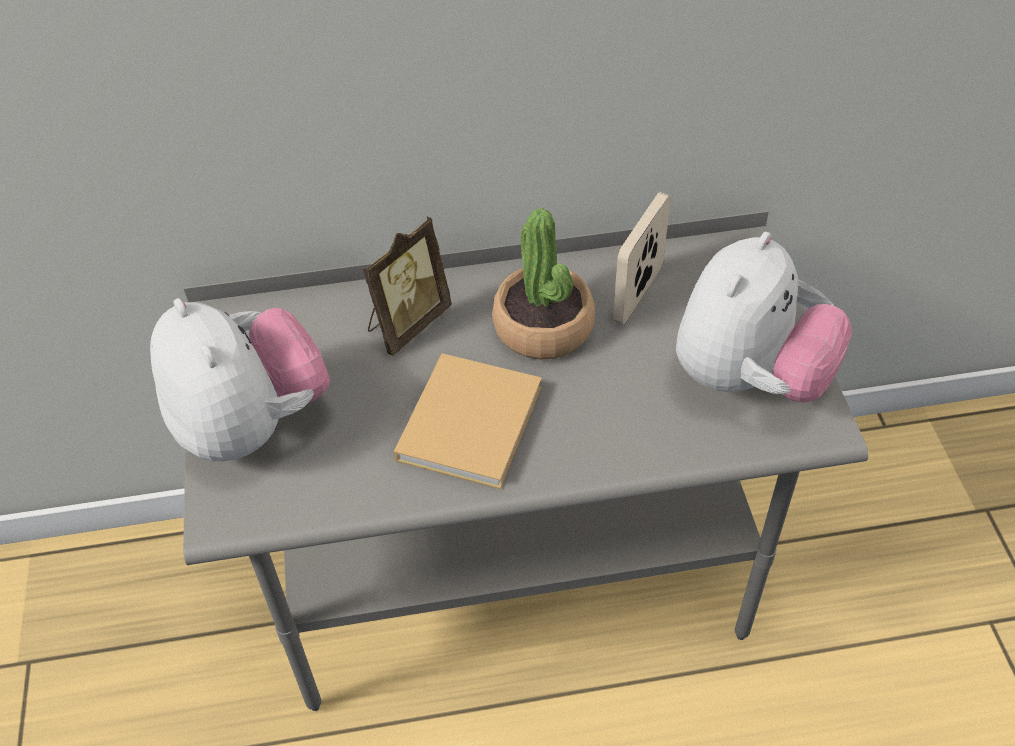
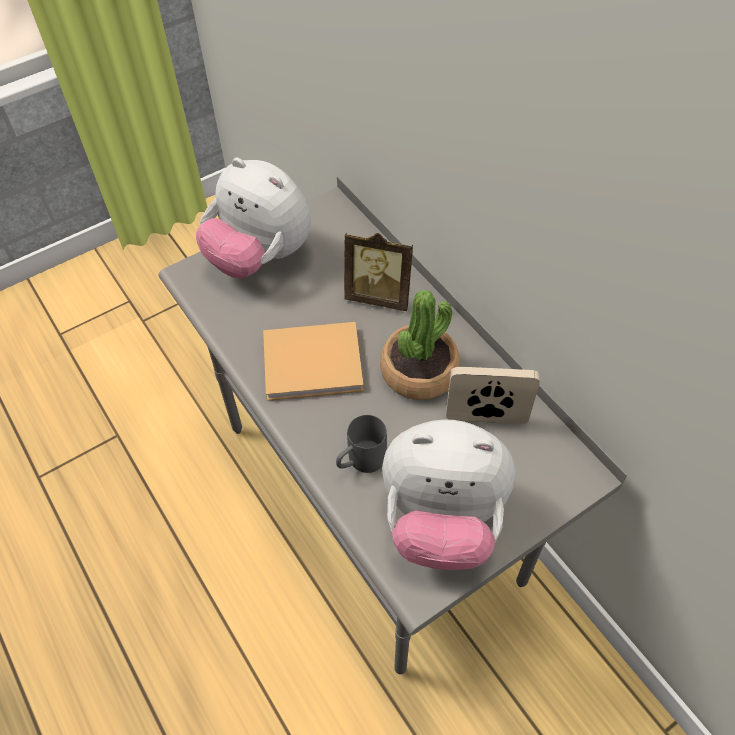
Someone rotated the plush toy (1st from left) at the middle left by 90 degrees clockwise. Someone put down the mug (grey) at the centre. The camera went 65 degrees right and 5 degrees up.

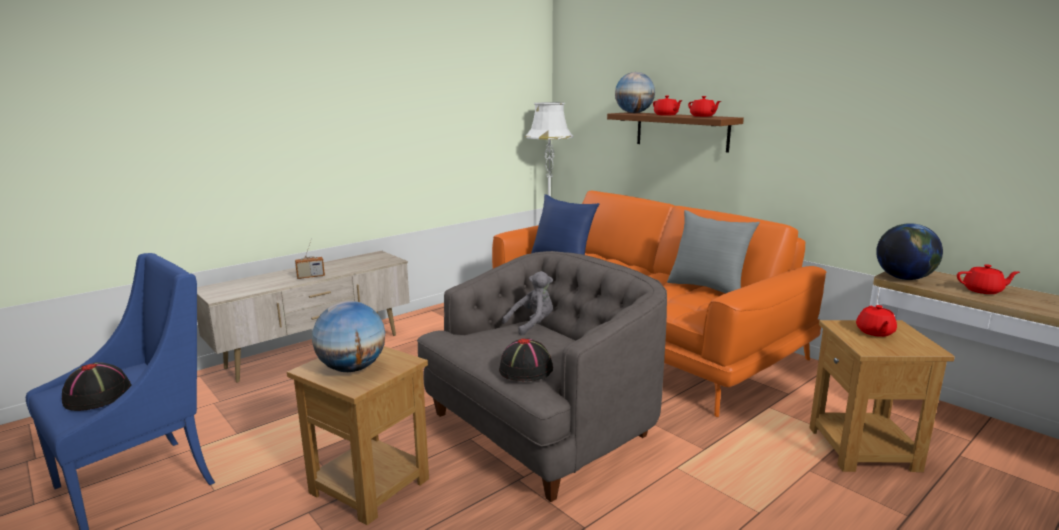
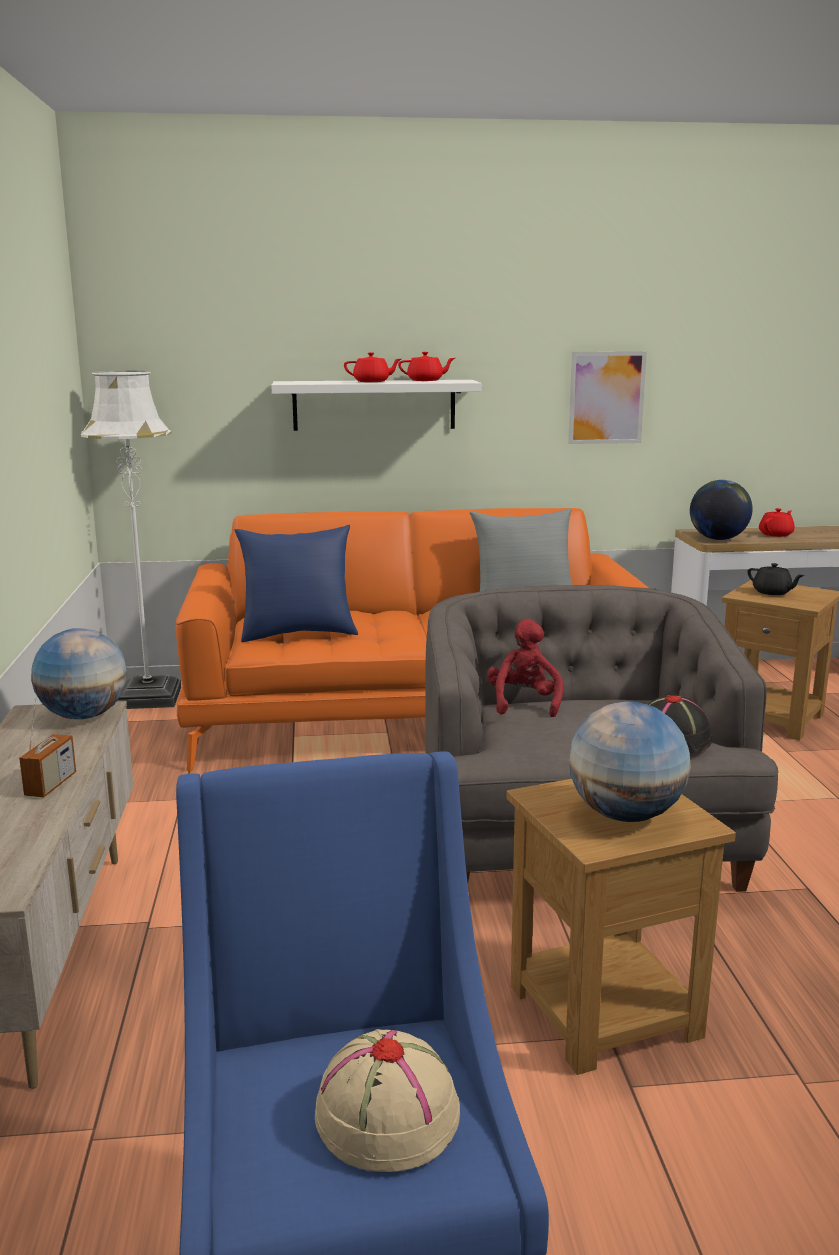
Someone carried the globe (2nd from left in the first image) from the top centre to the middle left. Someone repainted the shelf (brown) at the top centre, which became the shelf (white) at the top centre. Someone repainted the hat (black) (1st from left) at the bottom left, which became the hat (beige) at the bottom centre. Someone repainted the plush toy (grey) at the centre, which became the plush toy (red) at the centre. Someone put up the picture at the top right. Someone repainted the teapot (red) (3rd from left) at the middle right, which became the teapot (black) at the middle right. The camera went 55 degrees left and 0 degrees up.

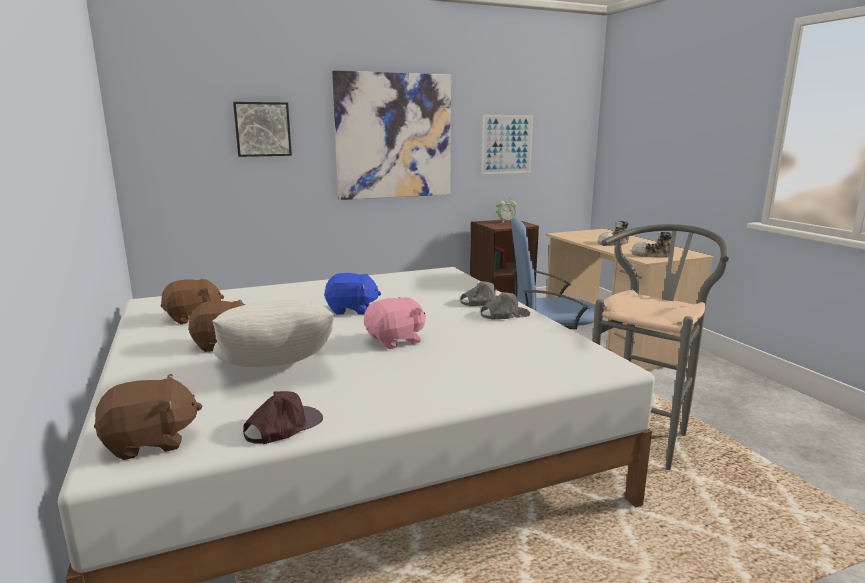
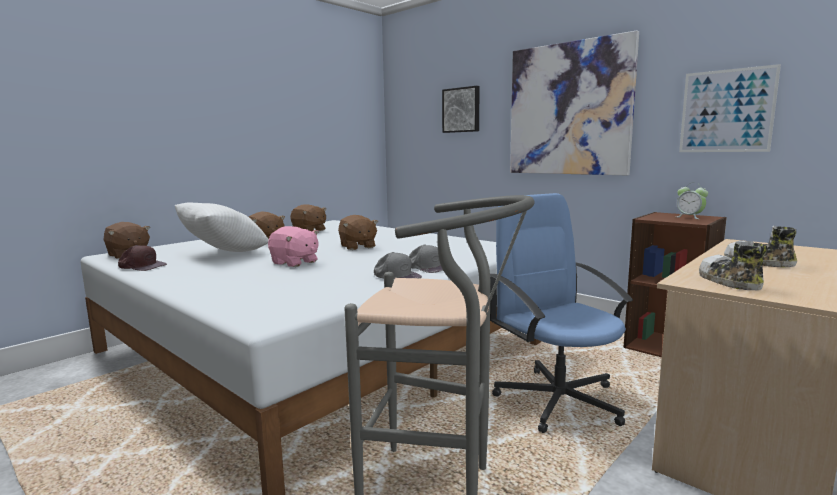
Someone repainted the plush toy (blue) at the centre, which became the plush toy (brown) (4th from left) at the centre. The camera went 65 degrees right and 5 degrees down.

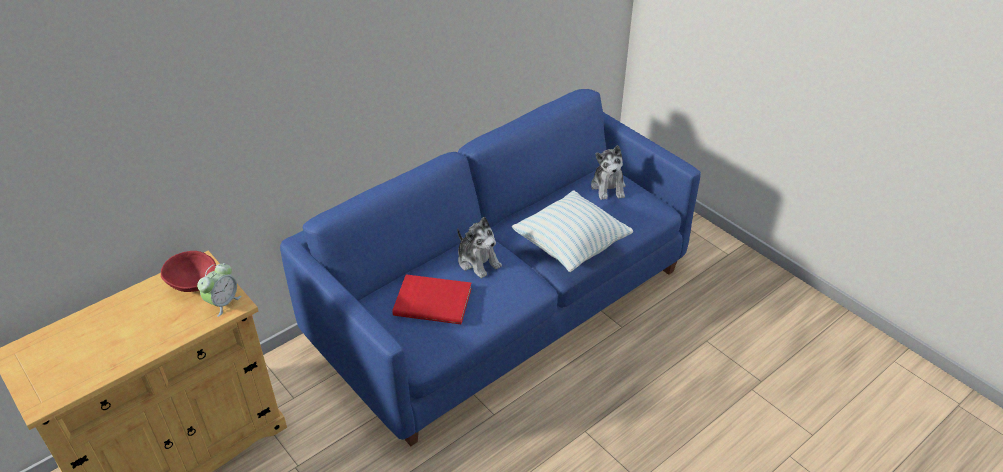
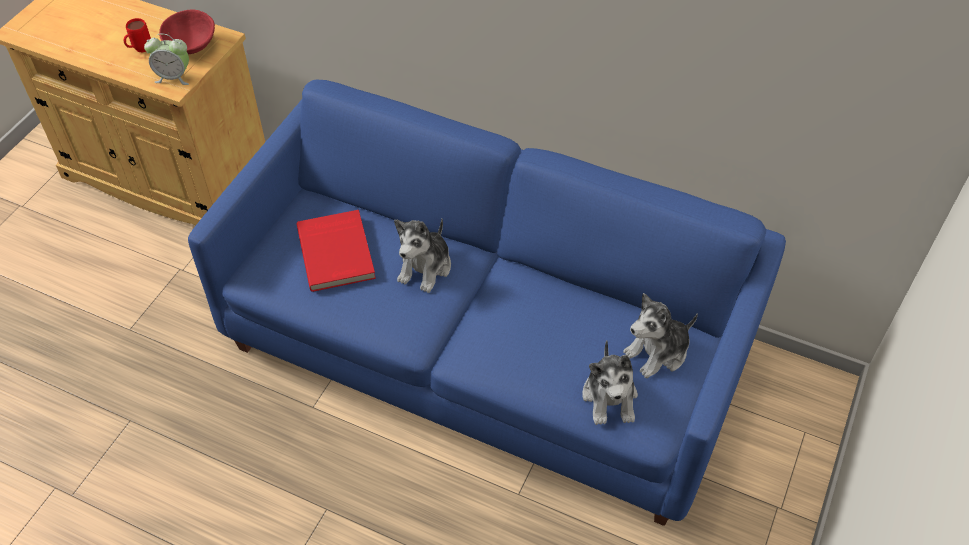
Someone put down the mug (red) at the top left. Someone put down the plush toy (2nd from left) at the bottom centre. Someone took away the pillow at the centre. The camera went 65 degrees right and 10 degrees up.

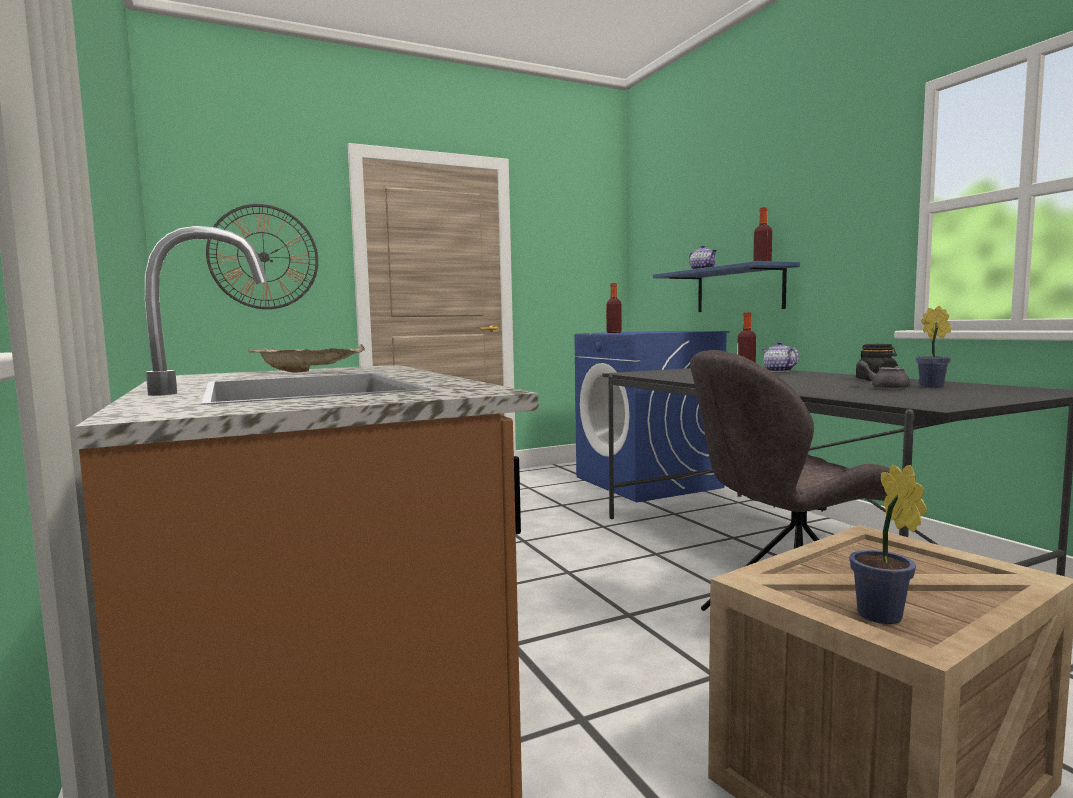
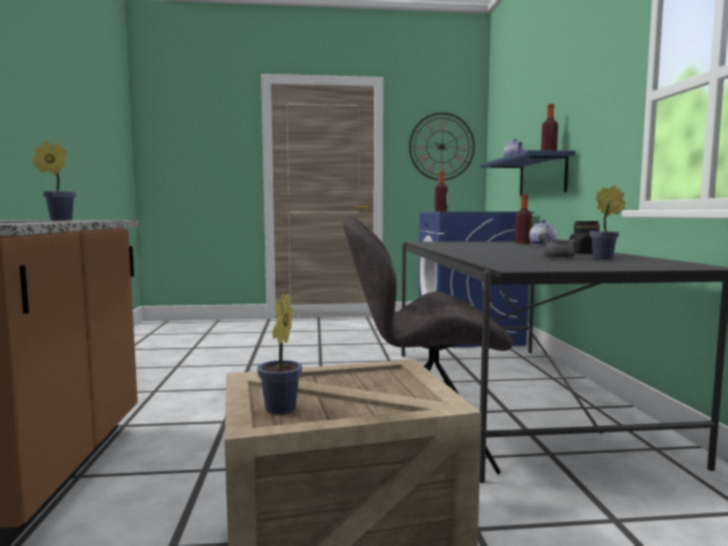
Someone swapped the tray (beige) at the middle left for the potted plant (1st from left) at the top left. Someone carried the wall clock from the top left to the top centre. The camera went 20 degrees right and 0 degrees up.

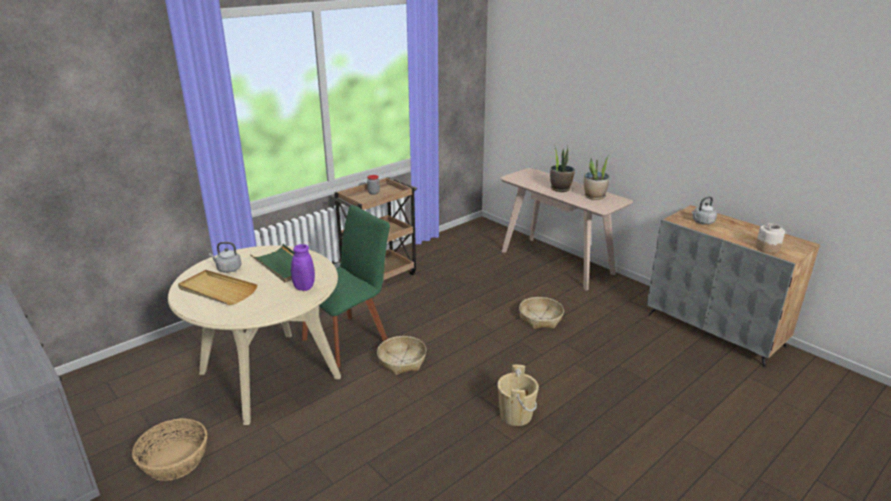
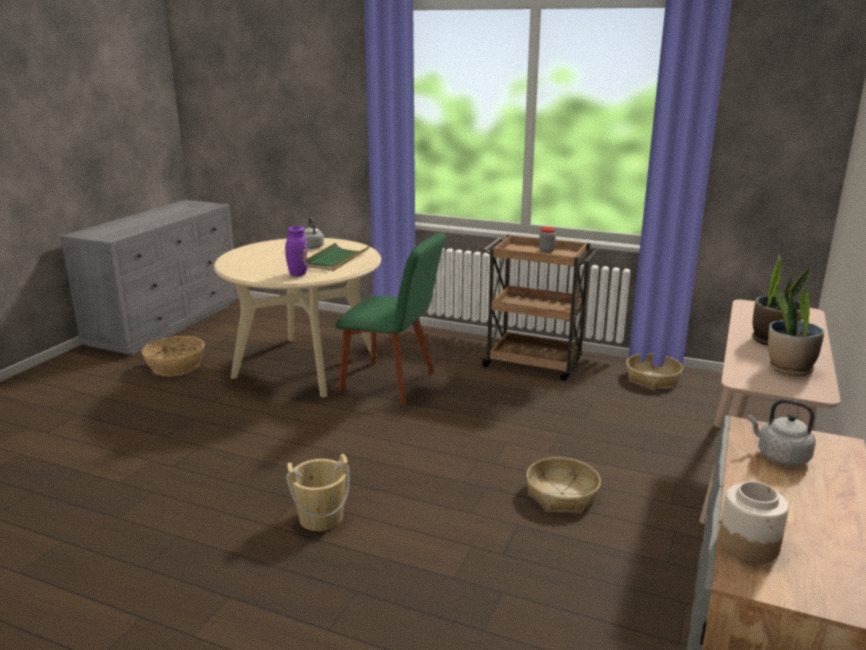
Someone carried the basket (2nd from left in the first image) from the bottom centre to the middle right. Someone took away the tray (beige) at the middle left. The camera went 65 degrees right and 5 degrees down.

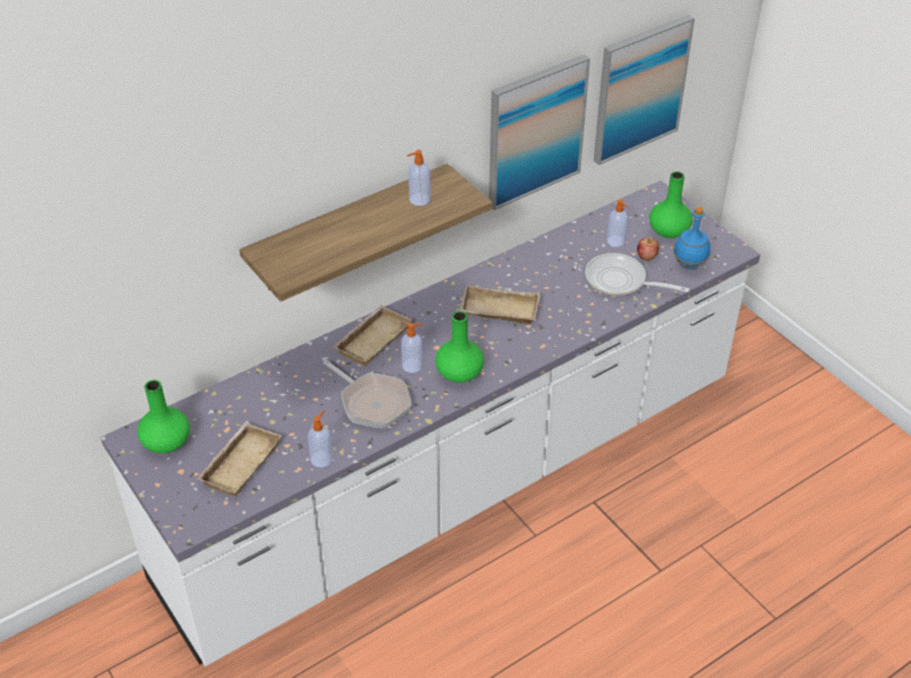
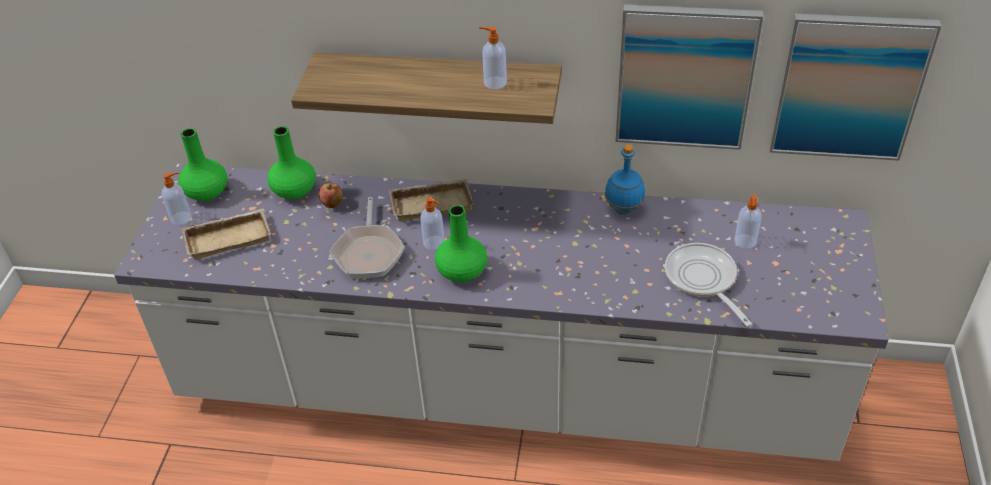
Someone carried the soap dispenser (1st from left) from the centre to the middle left. Someone carried the vase (green) (3rd from left in the first image) from the top right to the middle left. Someone carried the apple from the middle right to the centre. Someone carried the bottle (blue) from the middle right to the centre. Someone took away the tray (beige) (3rd from left) at the centre. The camera went 45 degrees right and 0 degrees up.

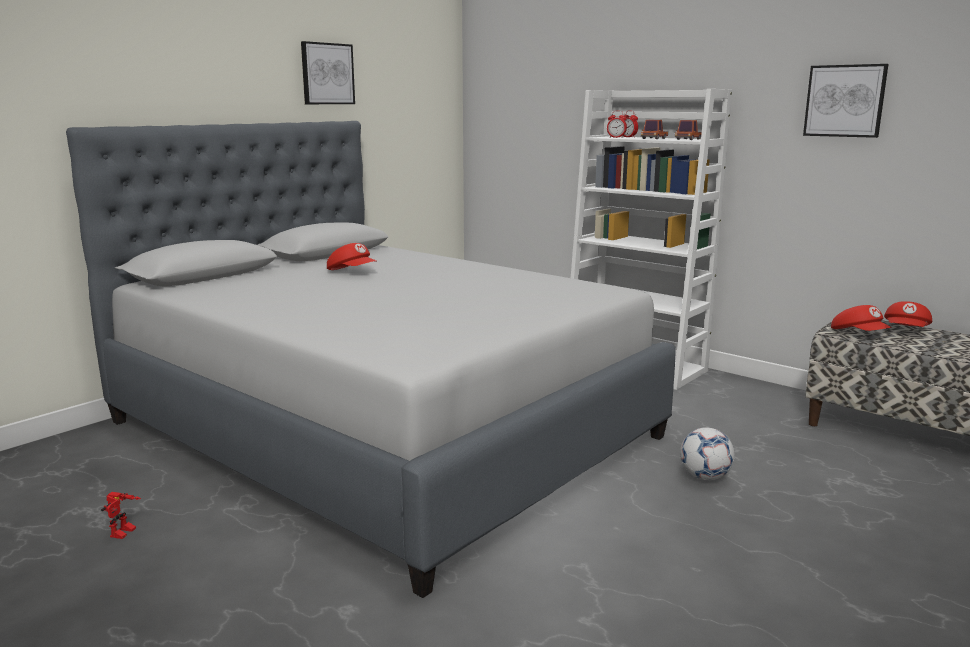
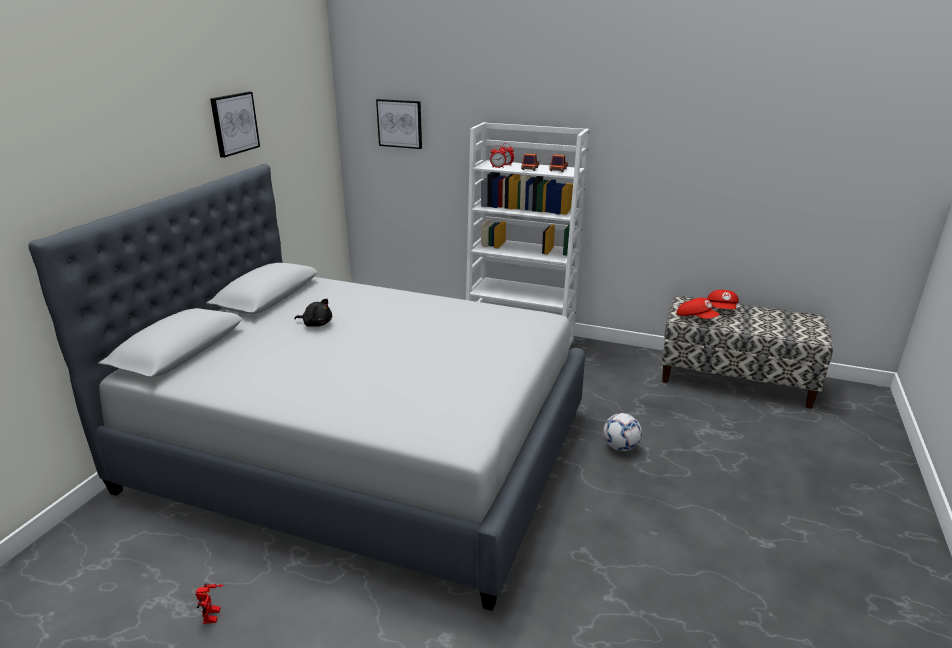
Someone swapped the cap (red) (1st from left) at the centre for the plush toy (black) at the middle left. Someone carried the picture (2nd from left) from the top right to the top centre. The camera went 20 degrees left and 10 degrees up.

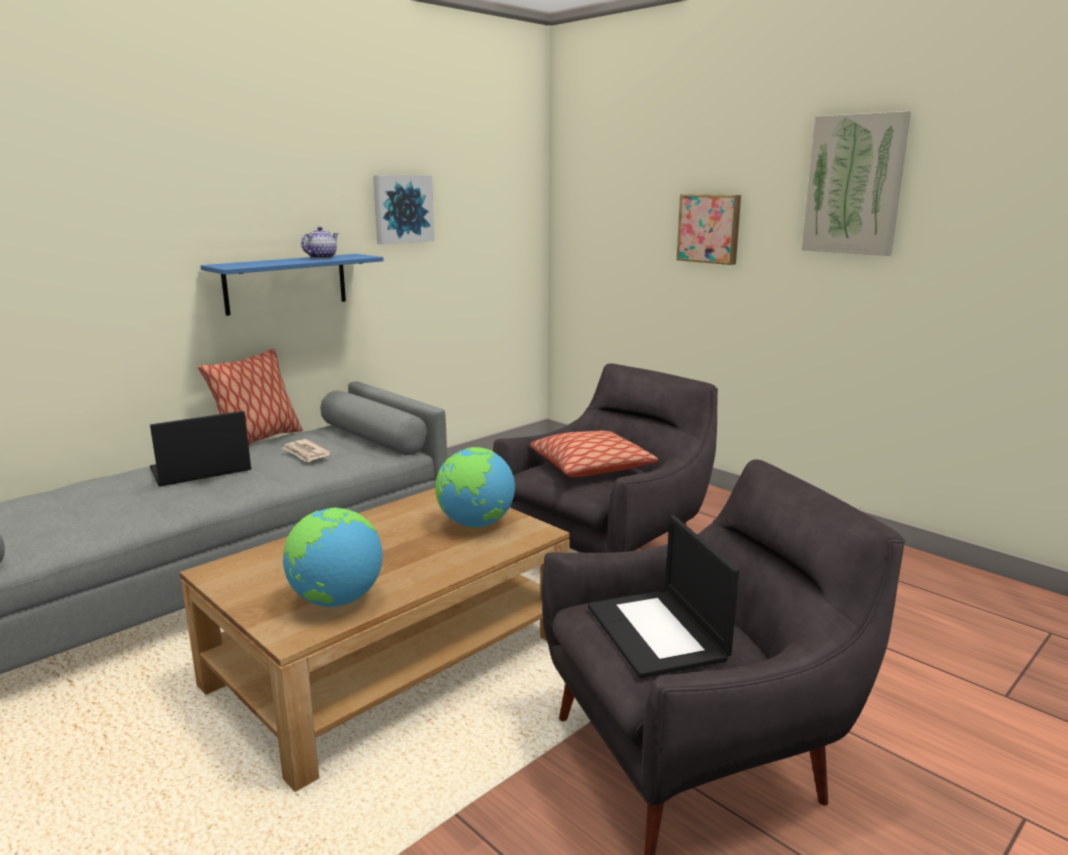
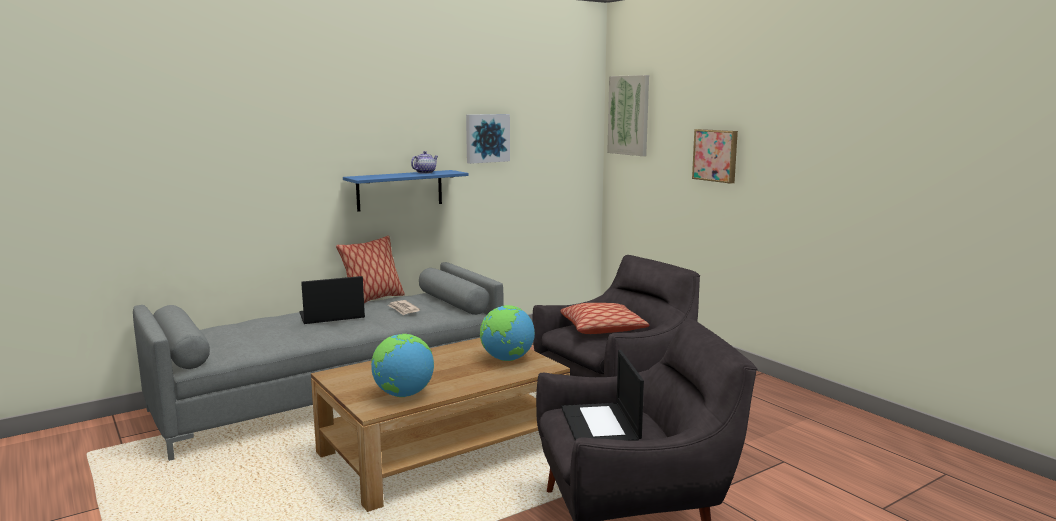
Someone carried the picture (3rd from left in the first image) from the top right to the top centre. The camera went 10 degrees right and 5 degrees down.

